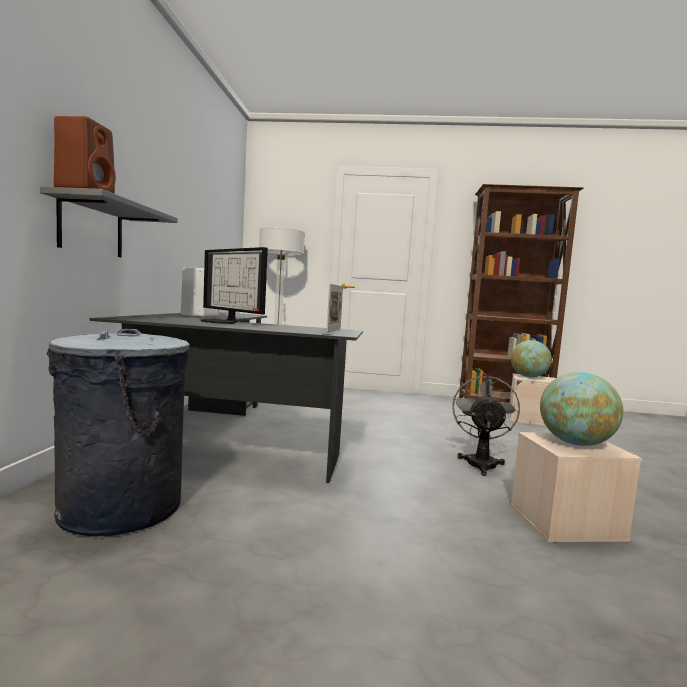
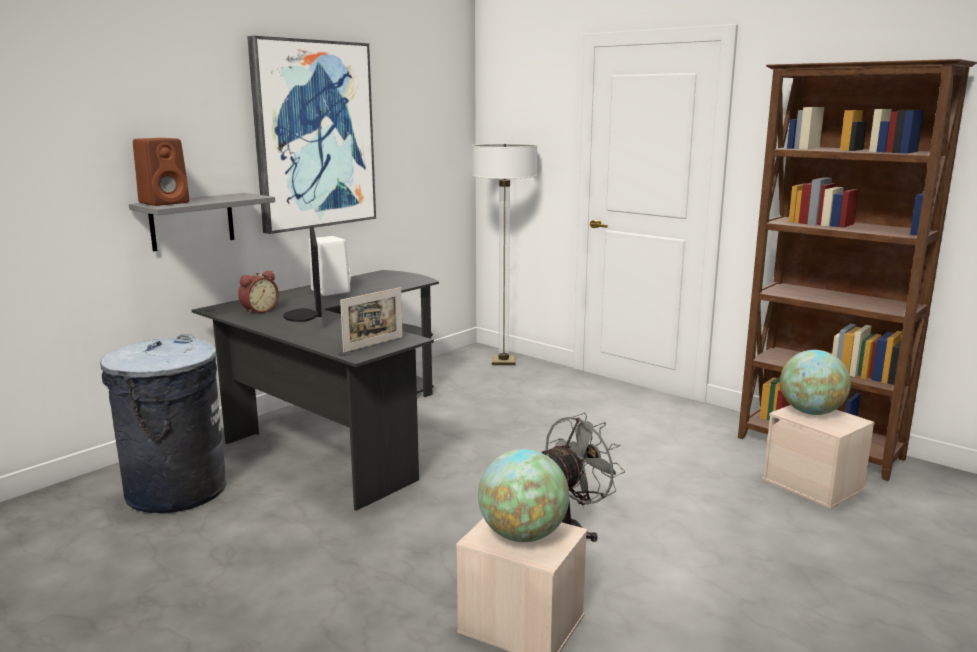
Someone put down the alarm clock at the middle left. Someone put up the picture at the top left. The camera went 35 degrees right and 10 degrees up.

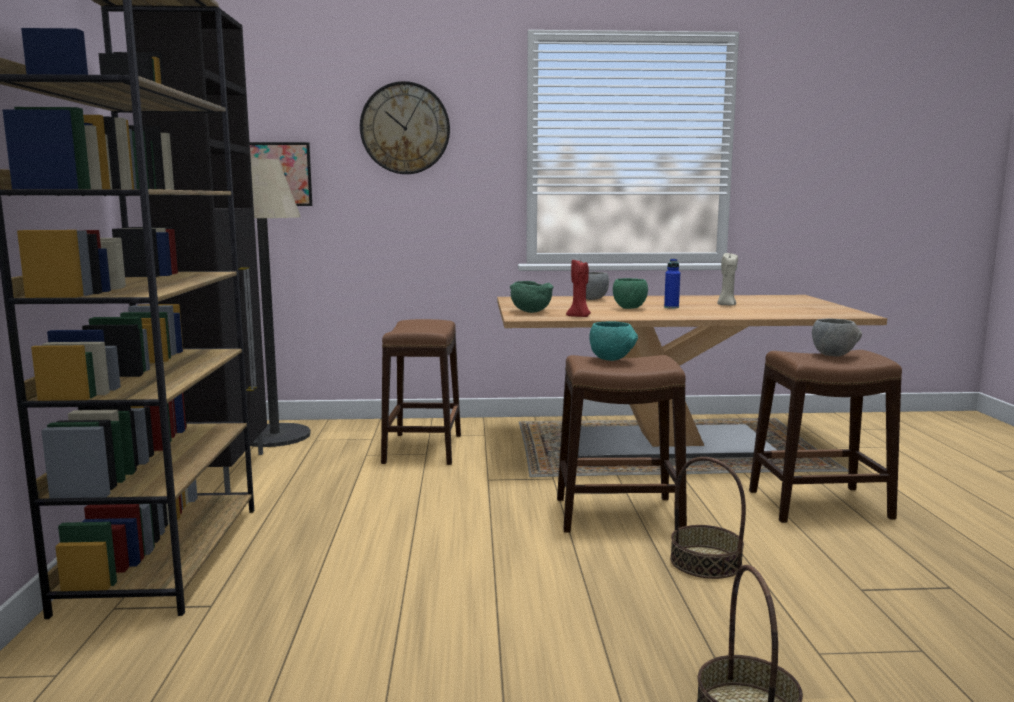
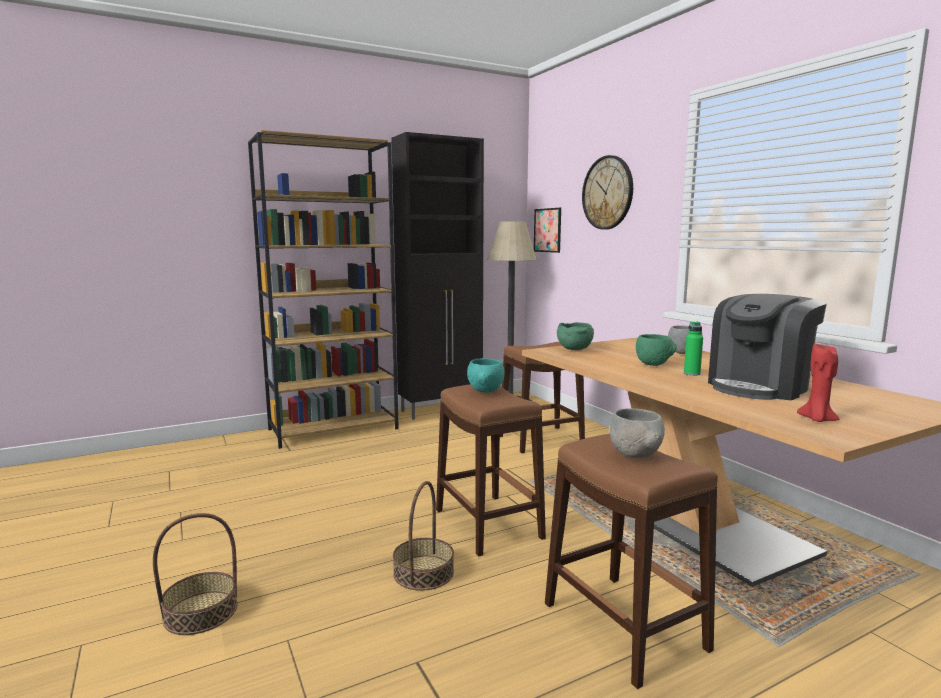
Someone repainted the bottle (blue) at the centre, which became the bottle (green) at the middle right. Someone swapped the candle (beige) at the middle right for the coffee machine at the middle right. Someone carried the candle (red) from the centre to the middle right. The camera went 65 degrees right and 0 degrees up.

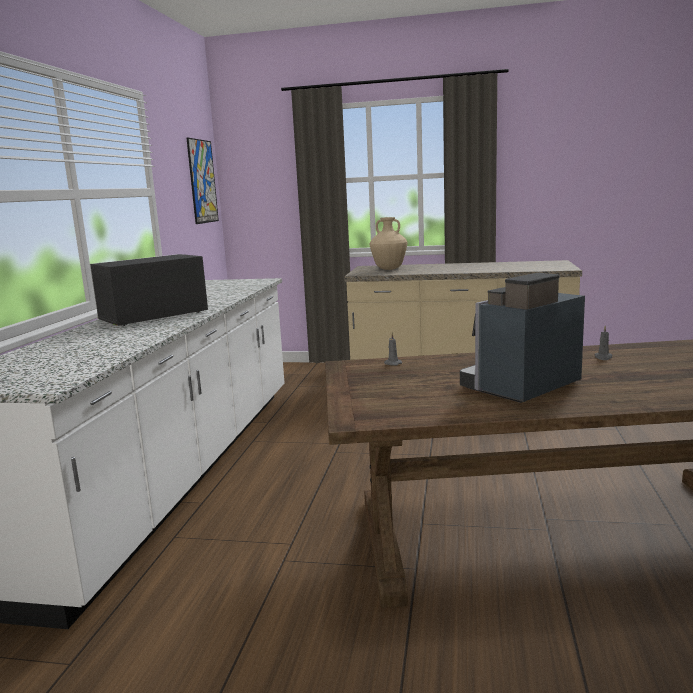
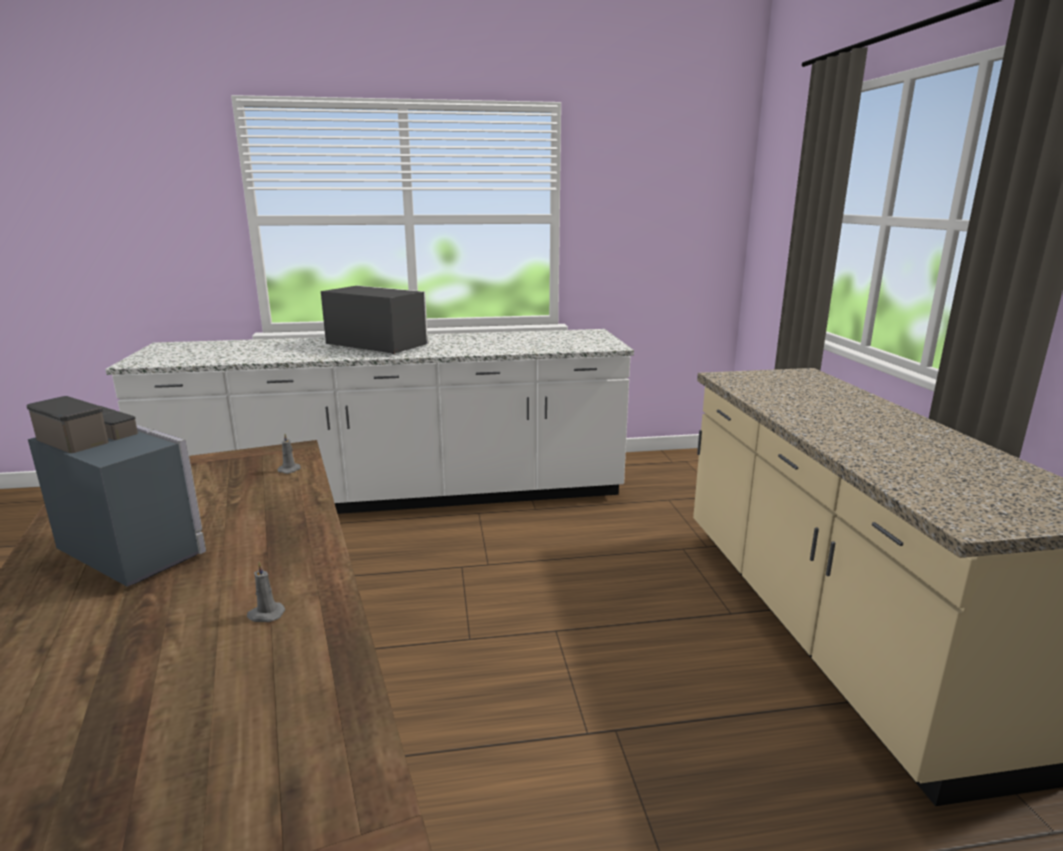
Someone took away the picture at the top left. Someone took away the vase (beige) at the centre. The camera went 70 degrees right and 5 degrees up.

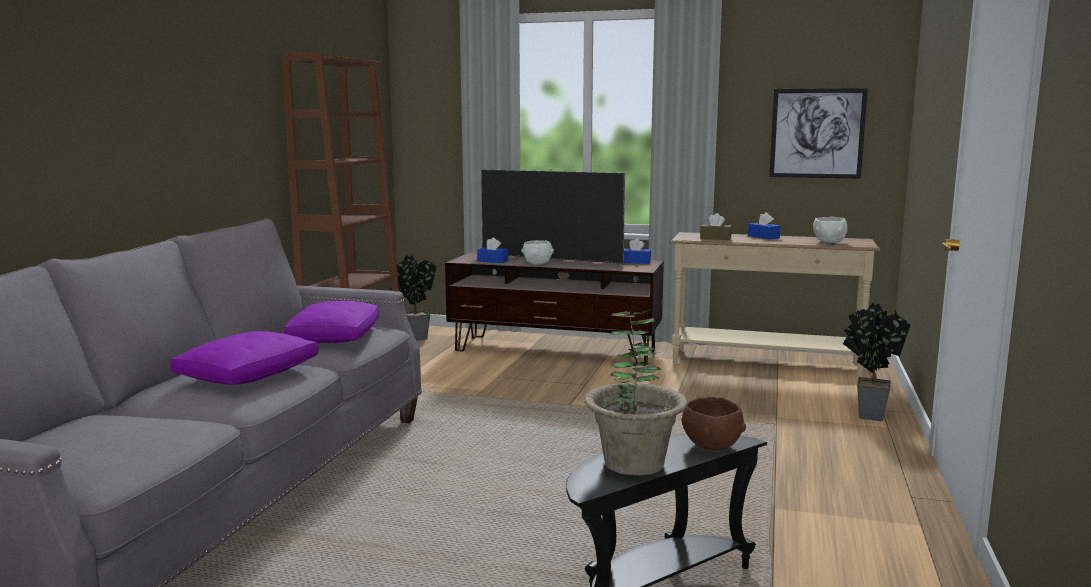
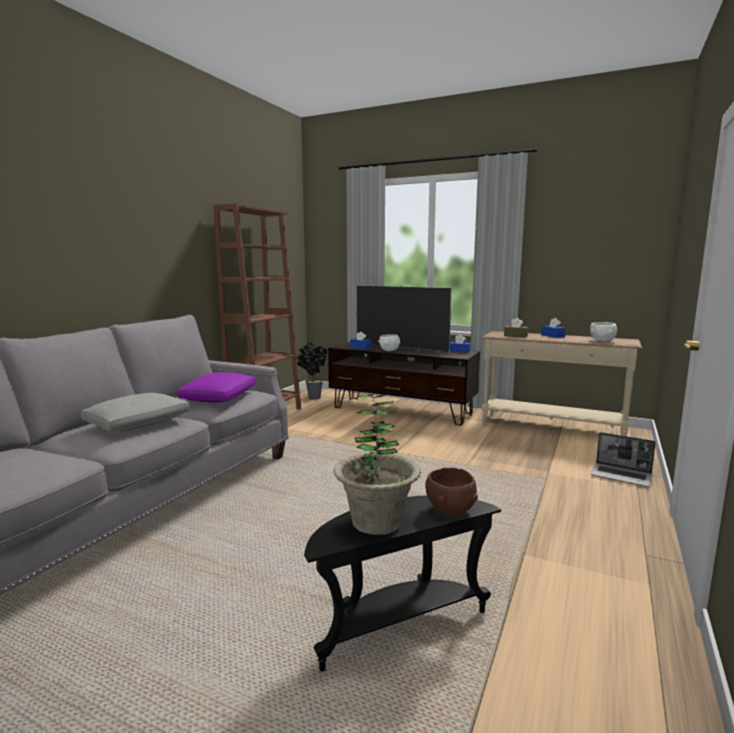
Someone repainted the pillow (purple) (1st from left) at the middle left, which became the pillow (grey) at the middle left. Someone swapped the potted plant (3rd from left) at the middle right for the laptop at the middle right. Someone took away the picture at the top right. The camera went 10 degrees right and 0 degrees up.

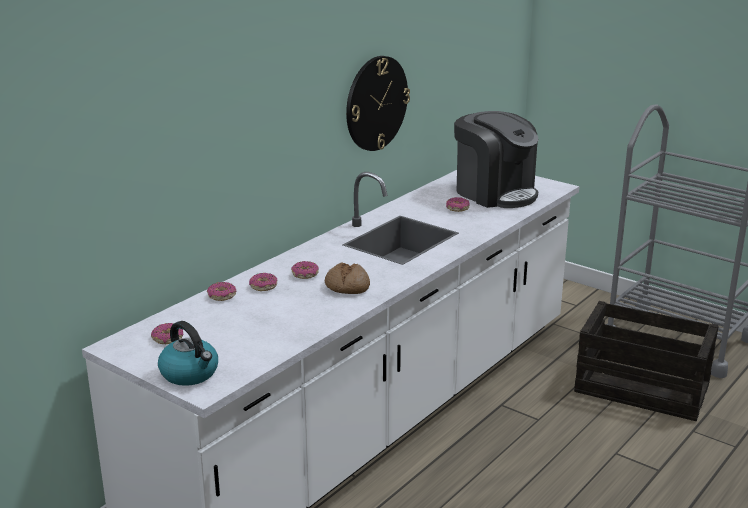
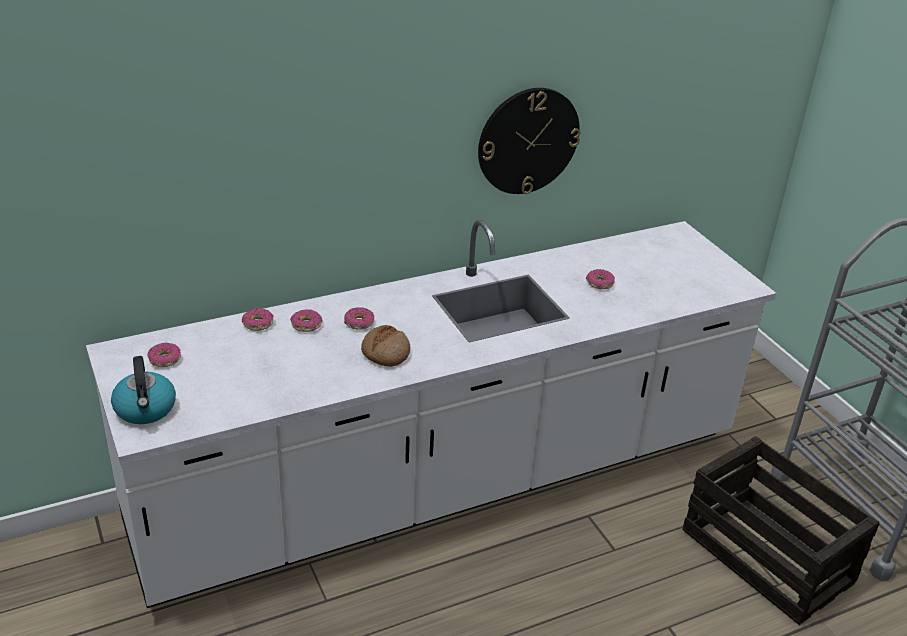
Someone took away the coffee machine at the top centre. The camera went 25 degrees right and 10 degrees up.

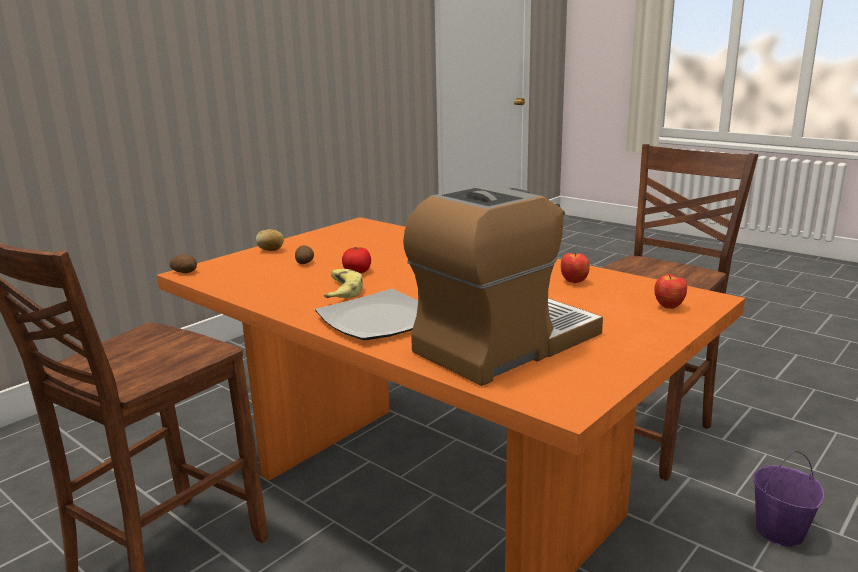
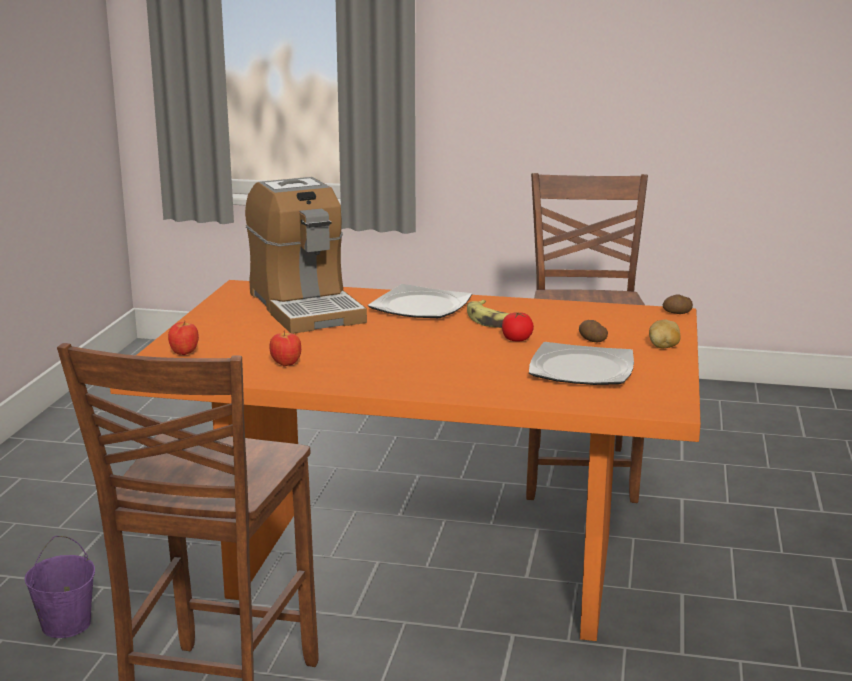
Someone rotated the coffee machine at the centre by 45 degrees counterclockwise. Someone put down the plate (2nd from left) at the middle right. The camera went 150 degrees right and 0 degrees up.

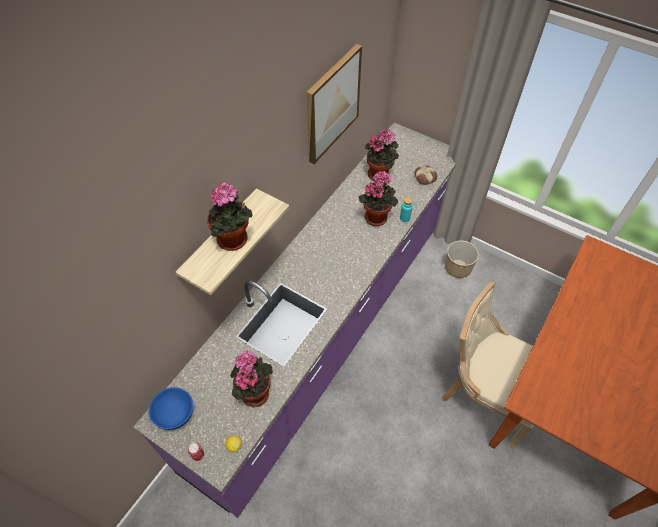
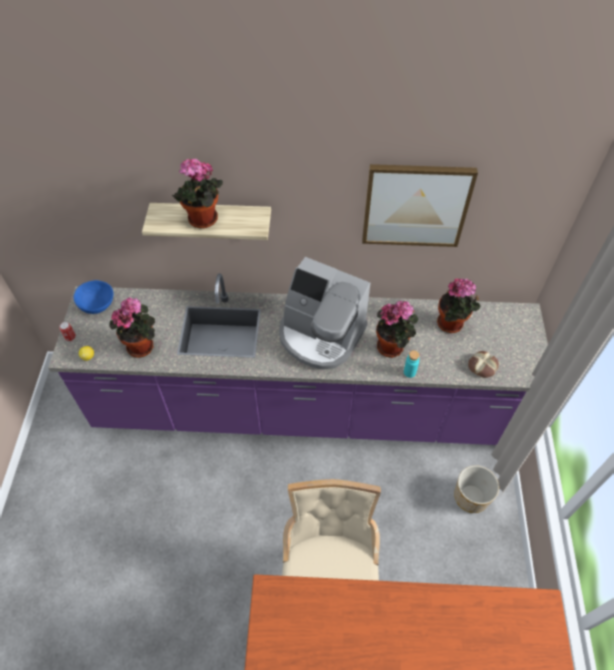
Someone put down the coffee machine at the centre. The camera went 60 degrees right and 0 degrees up.

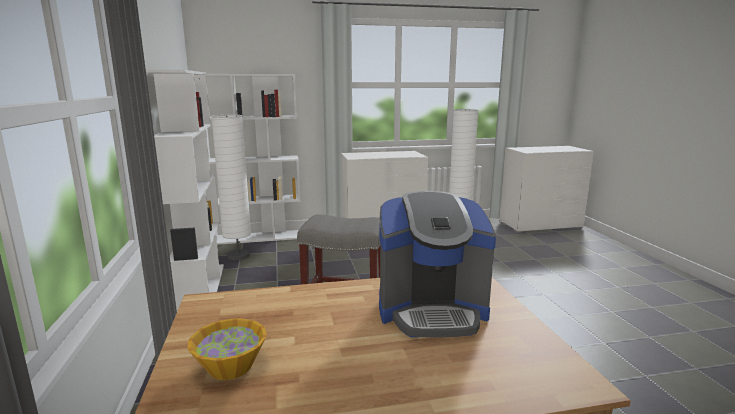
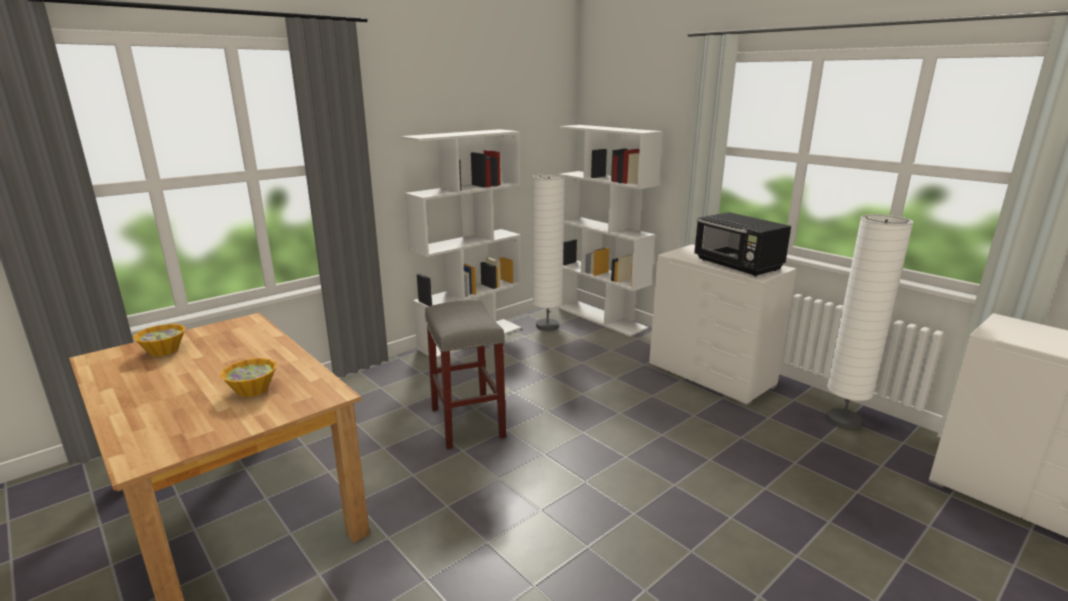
Someone swapped the coffee machine at the centre for the bowl (2nd from left) at the middle left. Someone put down the microwave (black) at the middle right. The camera went 60 degrees right and 5 degrees up.

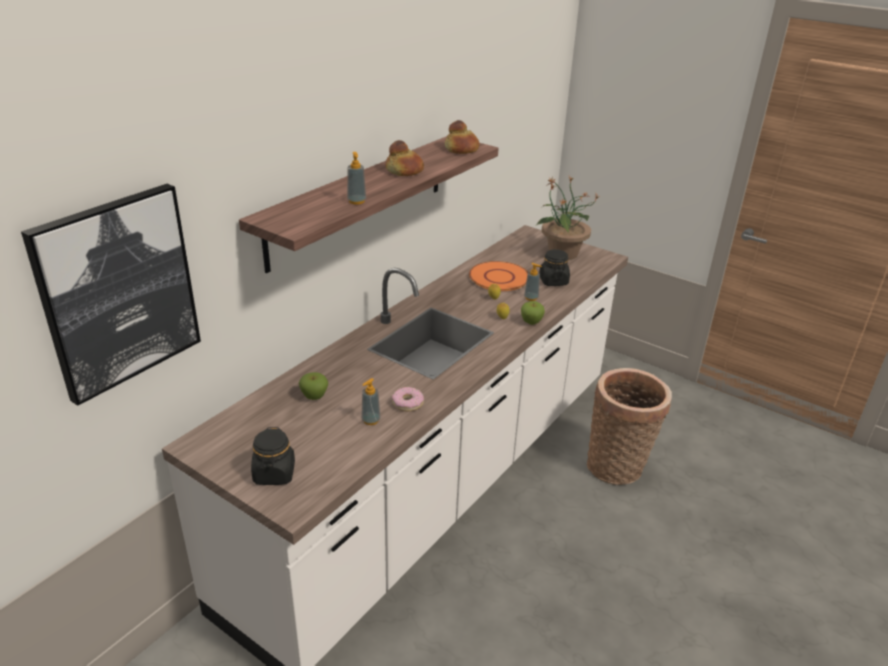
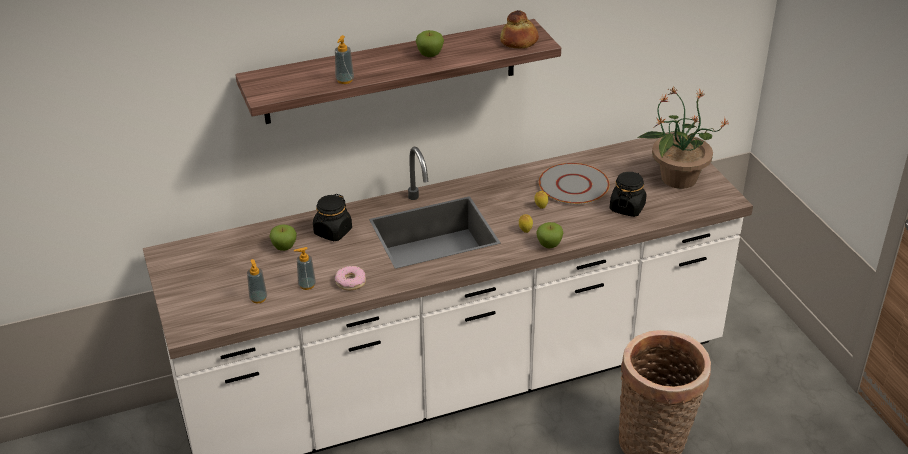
Someone carried the soap dispenser (3rd from left in the first image) from the centre to the middle left. Someone carried the jar (black) (1st from left) from the bottom left to the centre. Someone swapped the bread (1st from left) at the top centre for the apple (2nd from left) at the top centre. Someone repainted the plate (orange) at the centre, which became the plate (grey) at the centre. Someone took away the picture at the middle left. The camera went 35 degrees right and 5 degrees up.

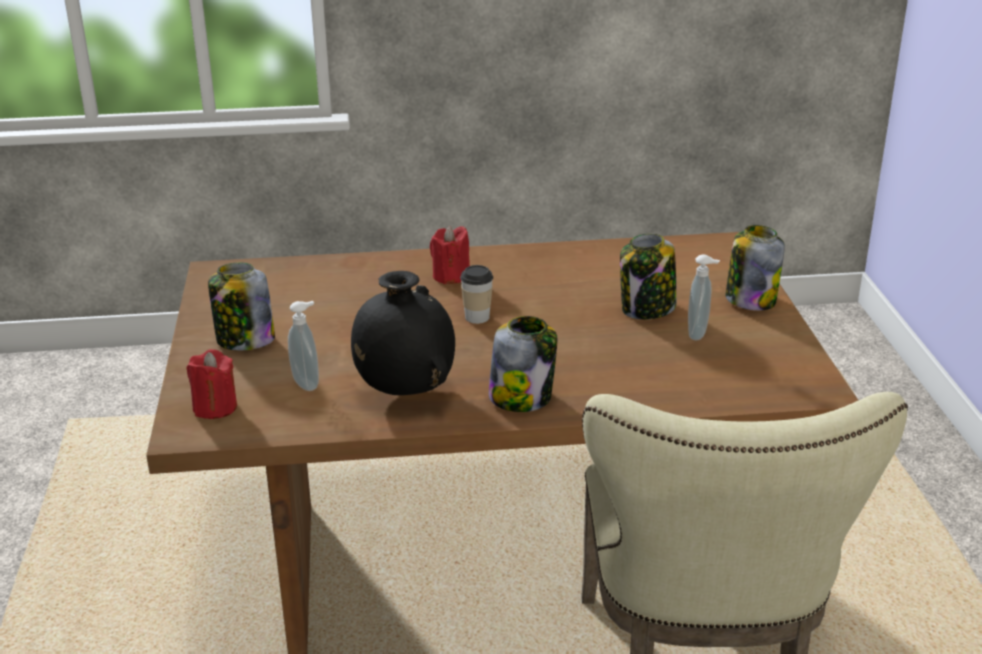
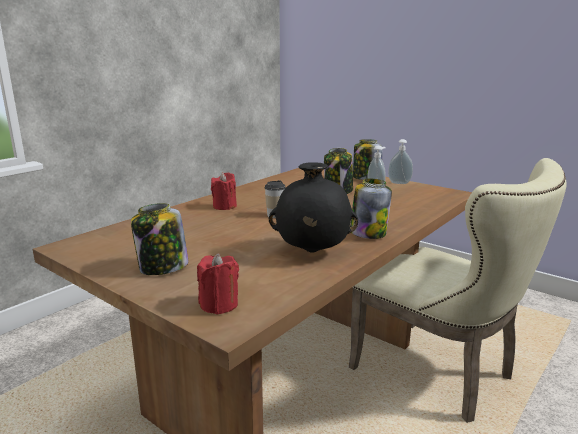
Someone carried the soap dispenser (1st from left in the first image) from the middle left to the middle right. The camera went 45 degrees left and 10 degrees down.

